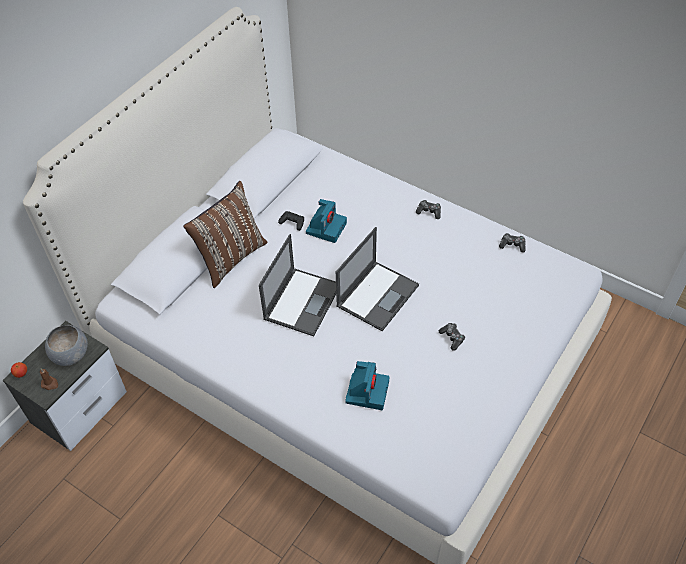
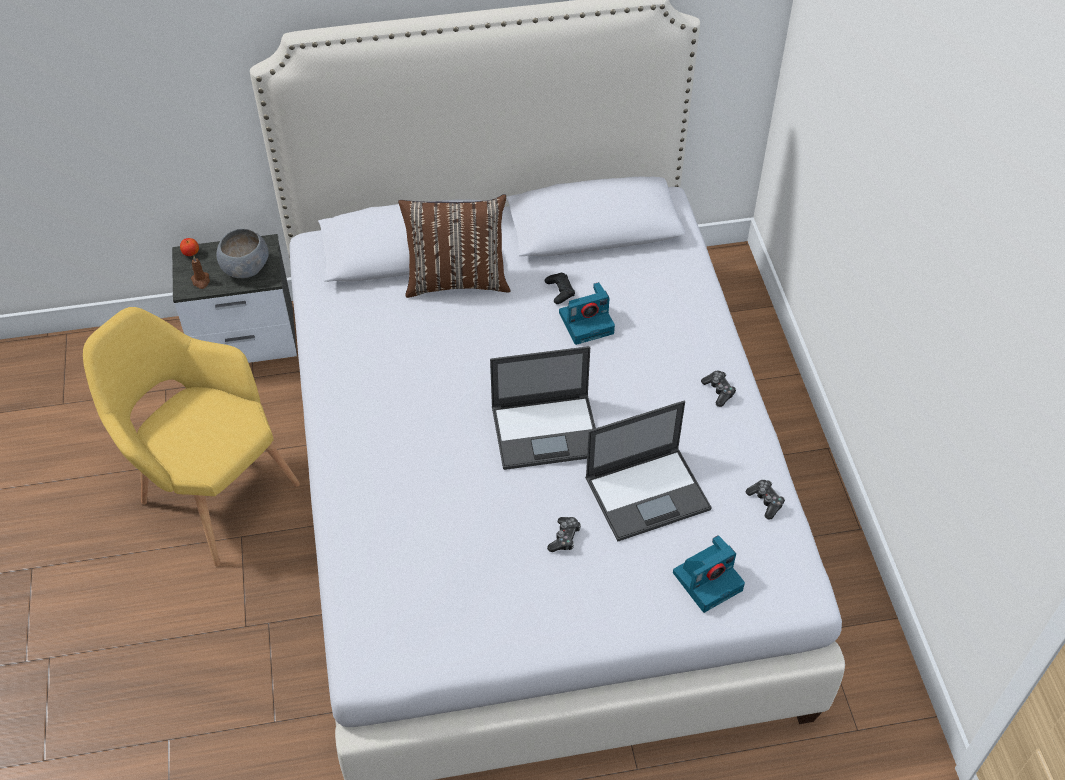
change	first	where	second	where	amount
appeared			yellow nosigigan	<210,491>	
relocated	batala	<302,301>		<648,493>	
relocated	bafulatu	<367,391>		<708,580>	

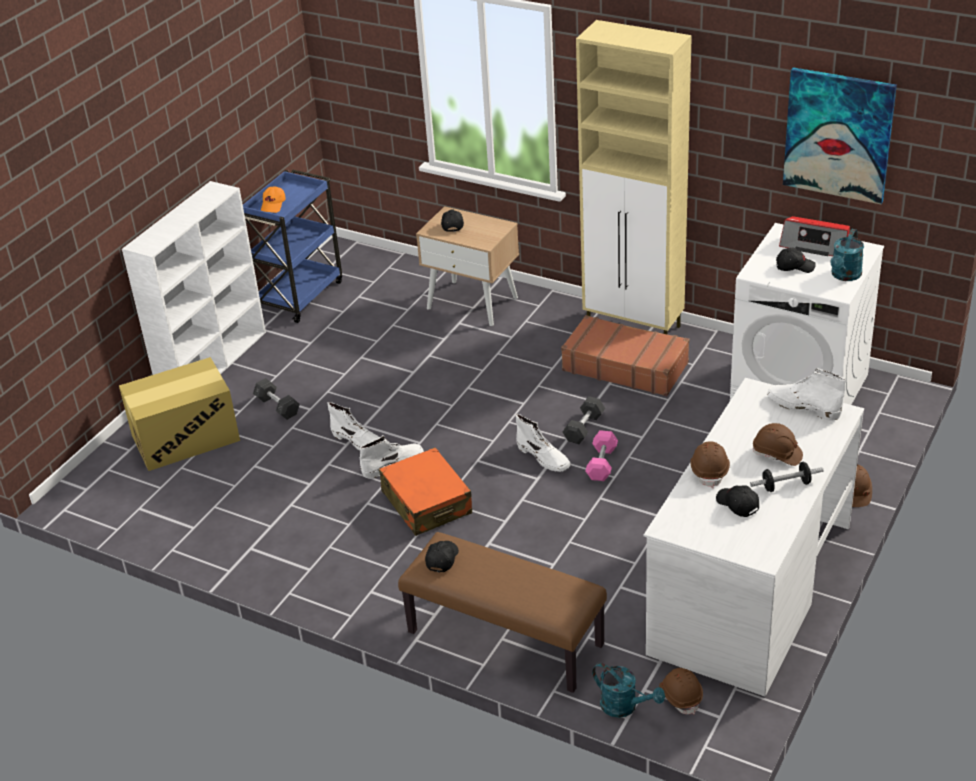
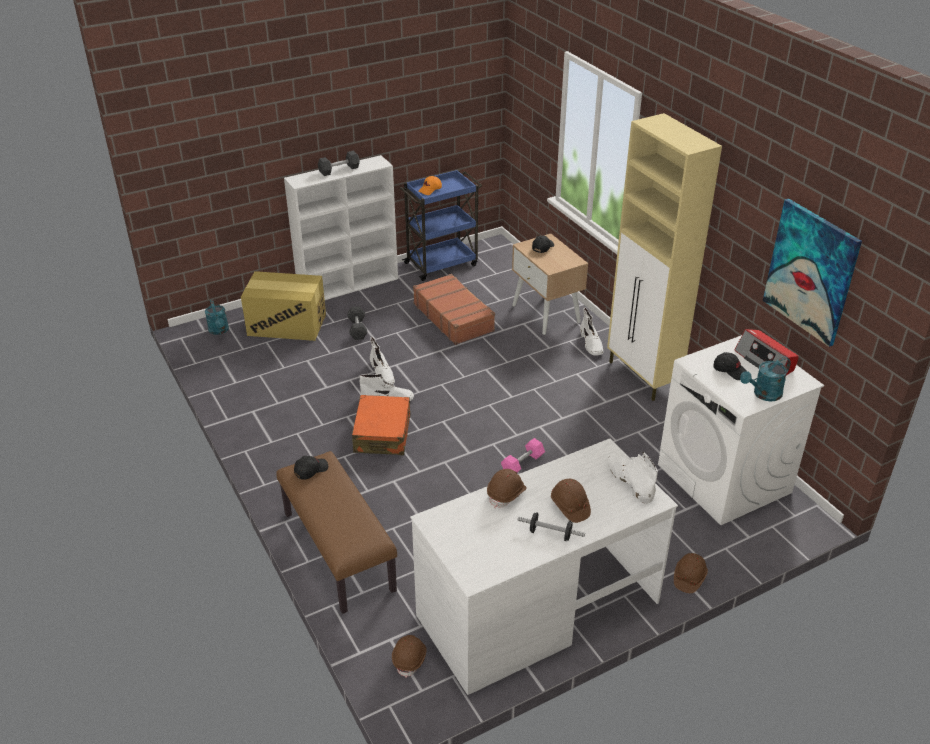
change	first	where	second	where	amount
missing	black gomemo	<737,504>			
relocated	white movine	<543,457>		<591,344>	
relocated	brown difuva	<625,366>		<453,317>	
relocated	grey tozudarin	<584,428>		<339,170>	
relocated	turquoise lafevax	<624,707>		<219,331>	

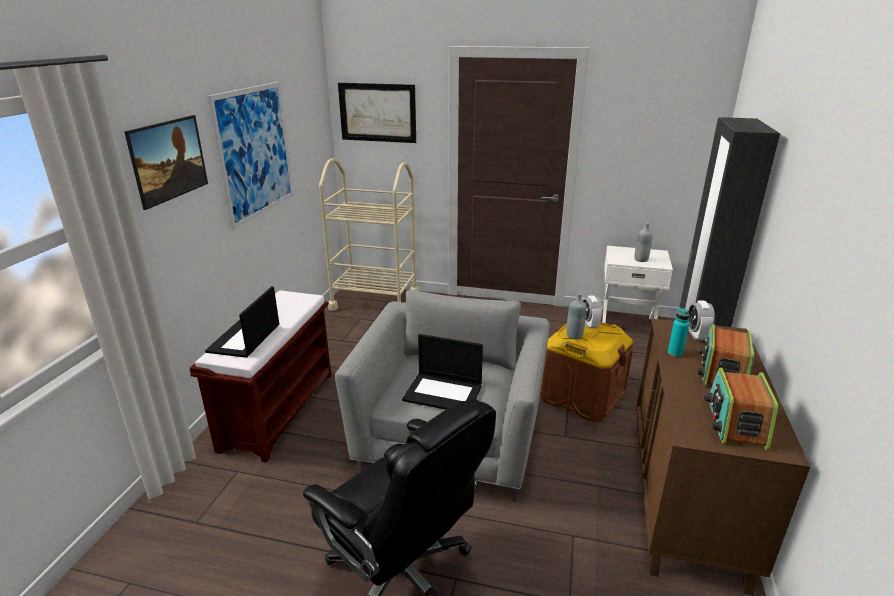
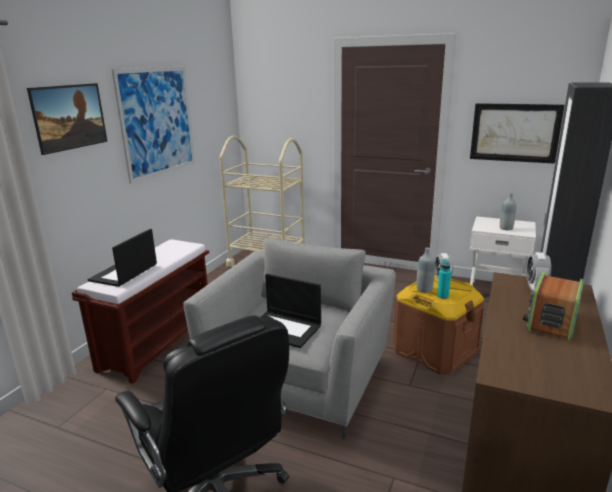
change	first	where	second	where	amount
missing	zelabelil	<735,423>			
relocated	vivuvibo	<378,112>		<514,132>	
relocated	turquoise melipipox	<675,353>		<442,296>	

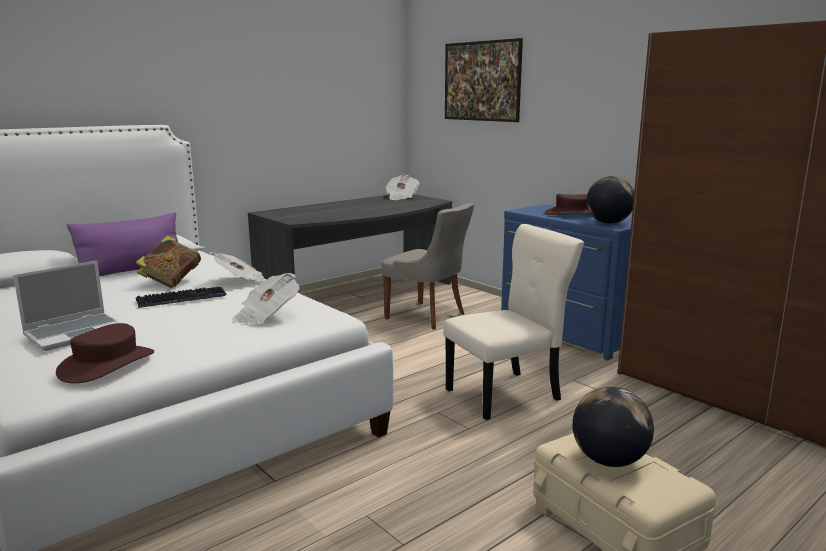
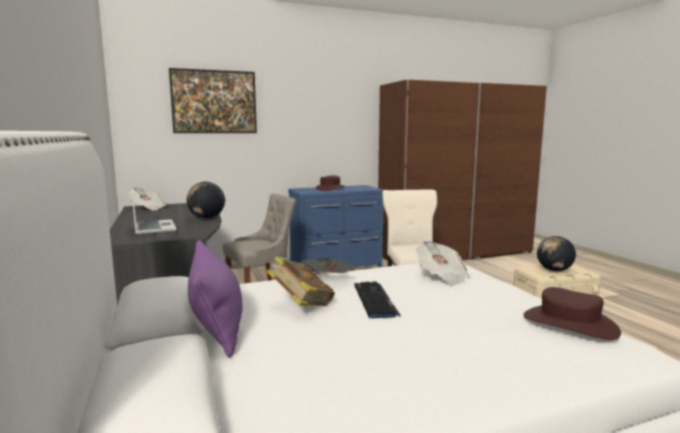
change	first	where	second	where	amount
relocated	batala	<76,333>		<153,228>	
relocated	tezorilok	<608,223>		<207,218>	

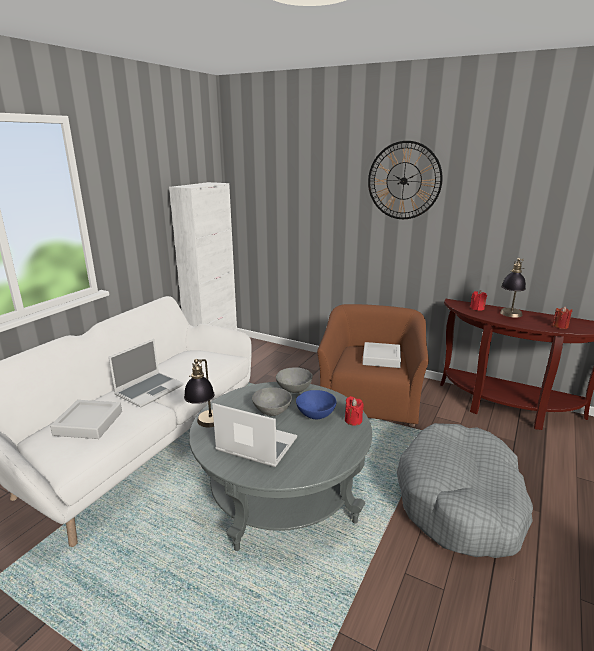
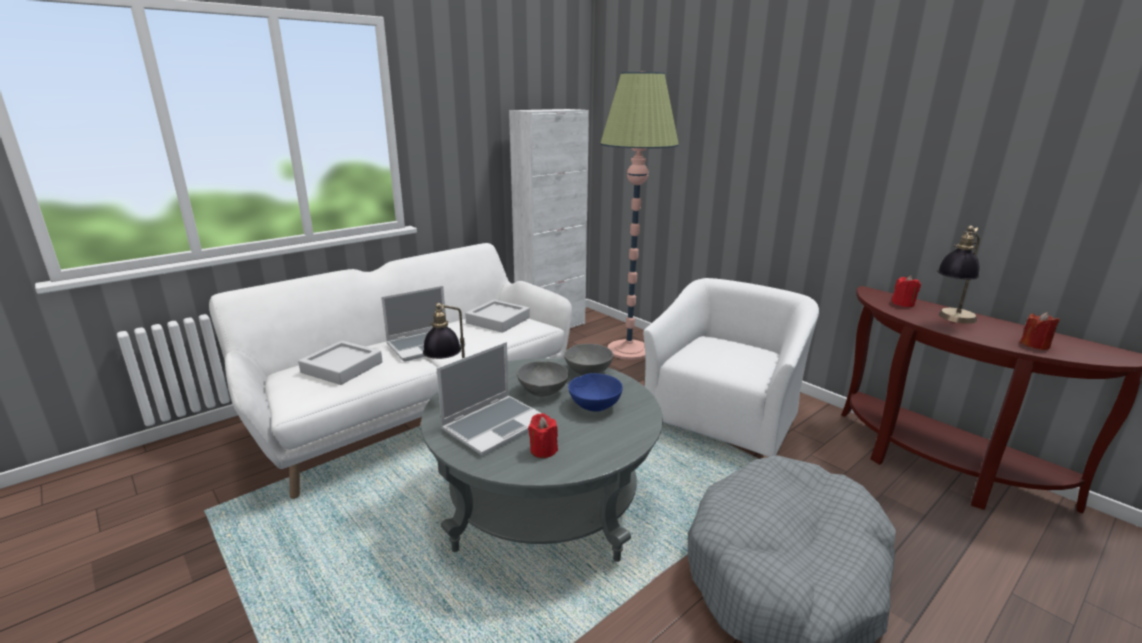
change	first	where	second	where	amount
missing	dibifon	<404,181>			
appeared			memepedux	<629,350>	
relocated	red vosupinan	<353,420>		<543,450>	
relocated	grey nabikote	<381,358>		<498,320>	
colour	brown nosigigan	<370,400>	white nosigigan	<723,416>	
spun	batala	<255,445>		<495,425>	90 degrees clockwise

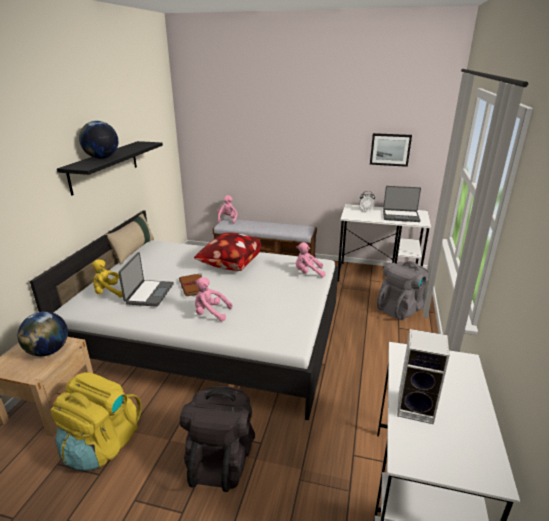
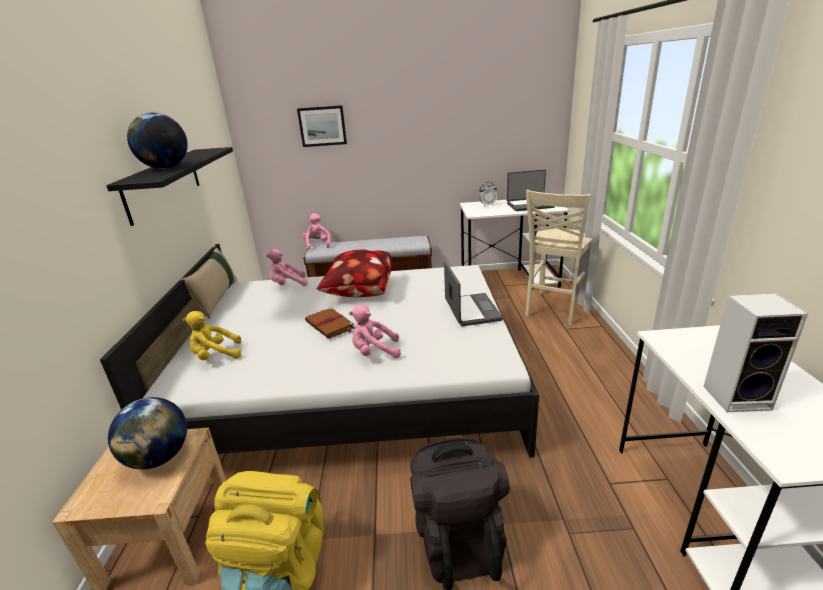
change	first	where	second	where	amount
relocated	batala	<149,293>		<471,310>	
relocated	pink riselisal	<308,273>		<288,285>	
relocated	vivuvibo	<390,149>		<322,126>	
exchanged	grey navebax	<400,308>	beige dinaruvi	<554,308>	

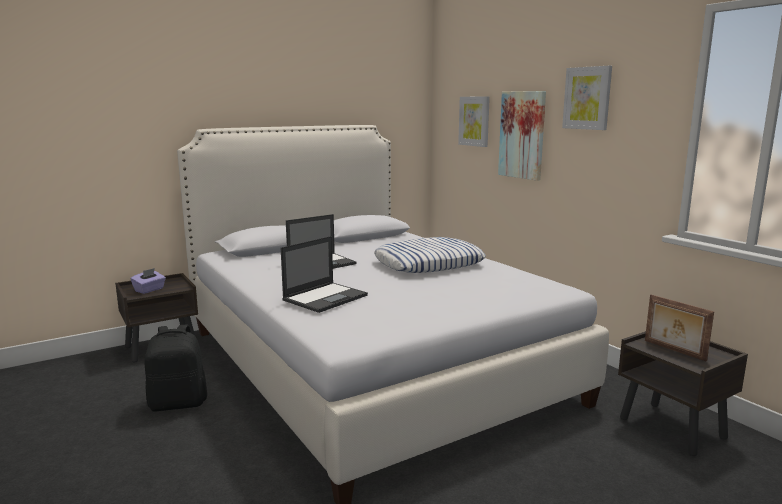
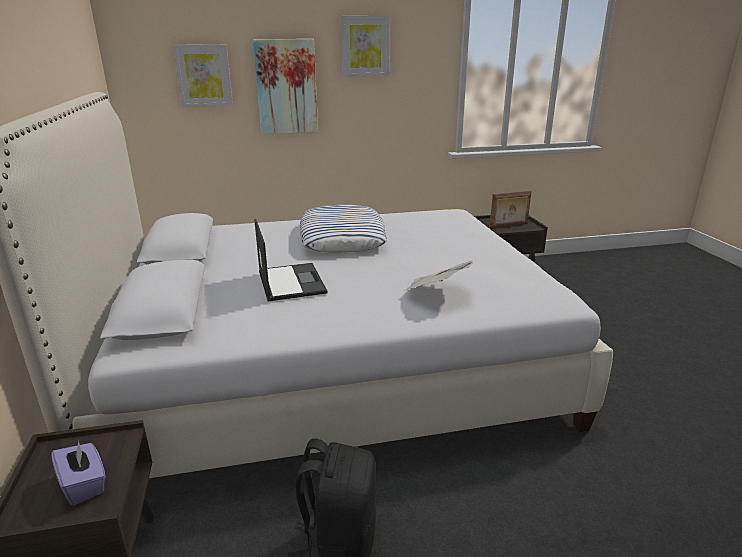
change	first	where	second	where	amount
exchanged	batala	<326,297>	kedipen	<436,292>	

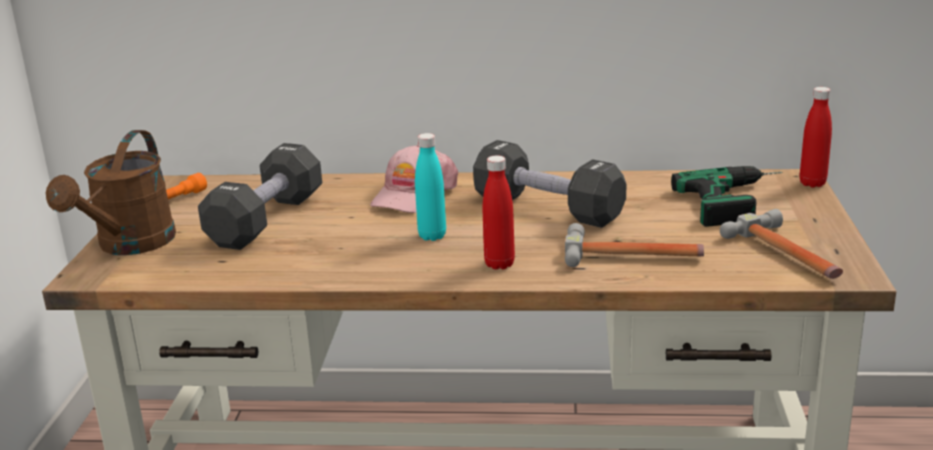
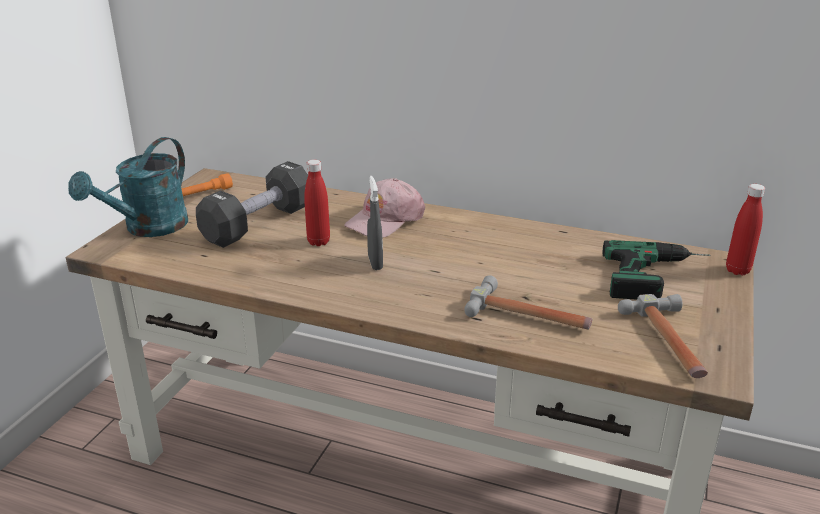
change	first	where	second	where	amount
missing	black tozudarin	<547,209>			
relocated	red melipipox	<499,264>		<318,242>	
exchanged	turquoise melipipox	<432,236>	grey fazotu	<375,263>	
colour	brown lafevax	<130,246>	turquoise lafevax	<148,228>	

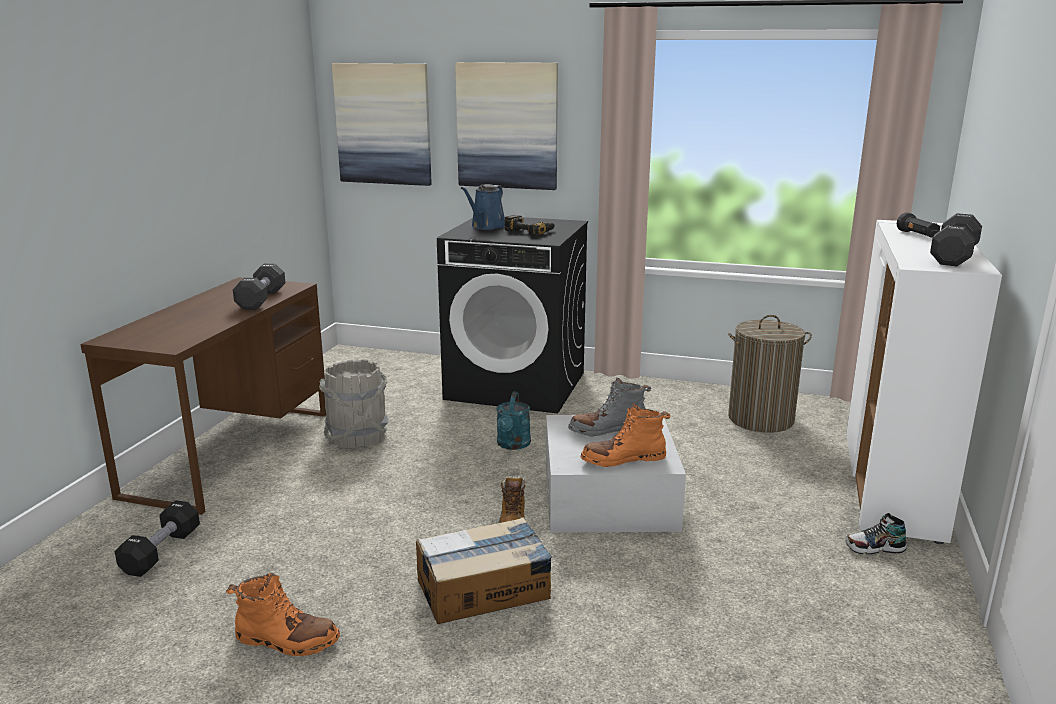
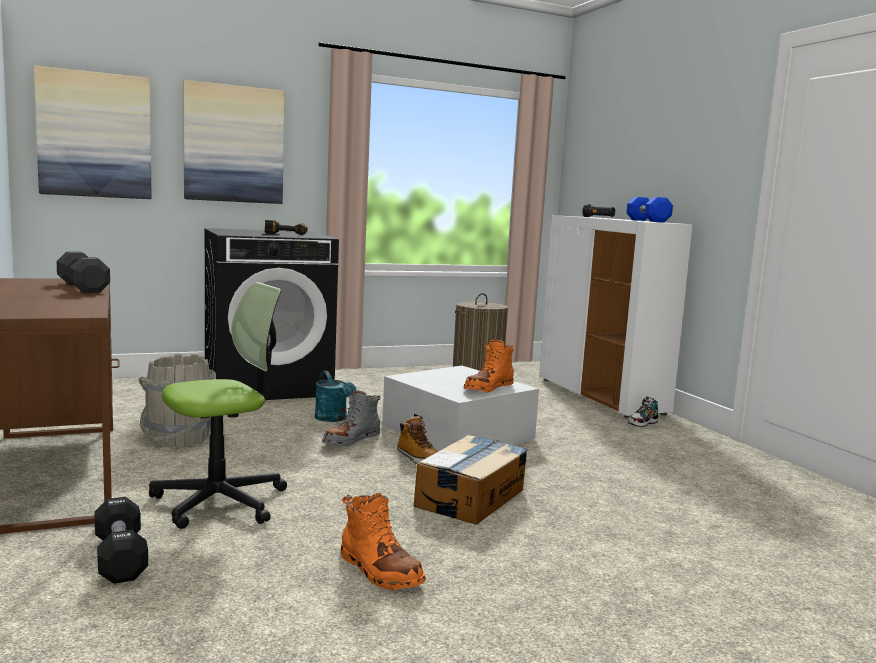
change	first	where	second	where	amount
missing	blue lafevax	<486,227>			
appeared			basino	<220,501>	
relocated	grey movine	<608,430>		<351,440>	
colour	black tozudarin	<953,256>	blue tozudarin	<647,221>	
spun	orange movine	<287,640>		<379,571>	75 degrees clockwise

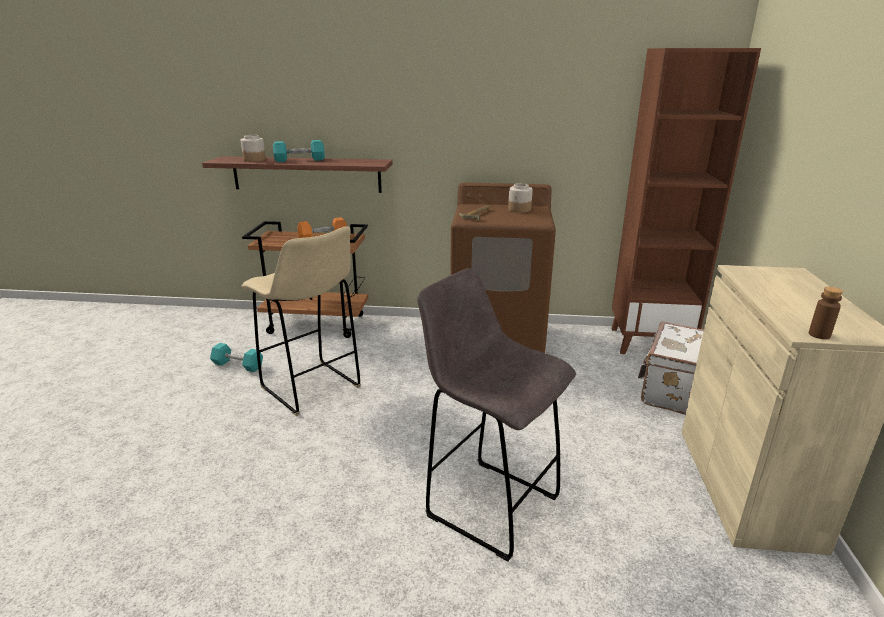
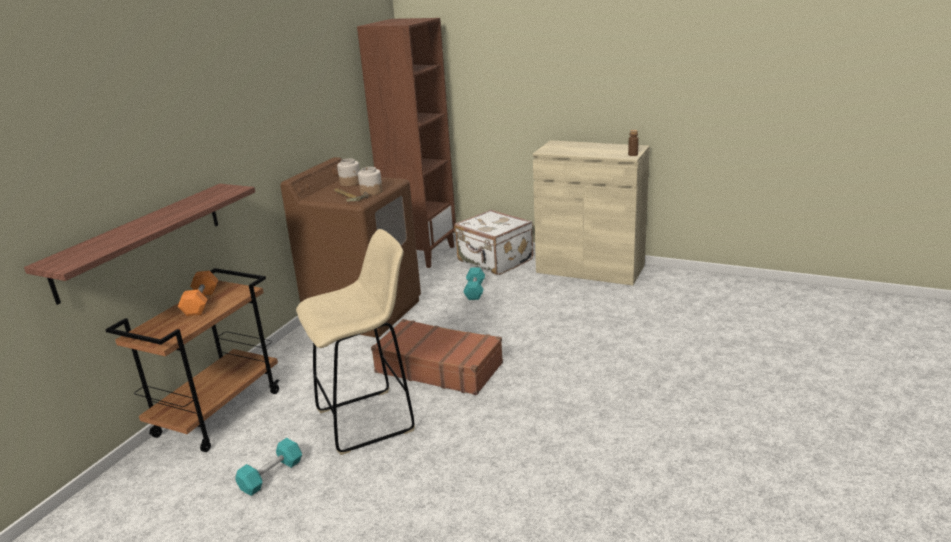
change	first	where	second	where	amount
missing	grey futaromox	<489,504>			
appeared			brown difuva	<439,367>	
relocated	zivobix	<254,159>		<371,192>	
relocated	turquoise tozudarin	<299,160>		<475,290>	

